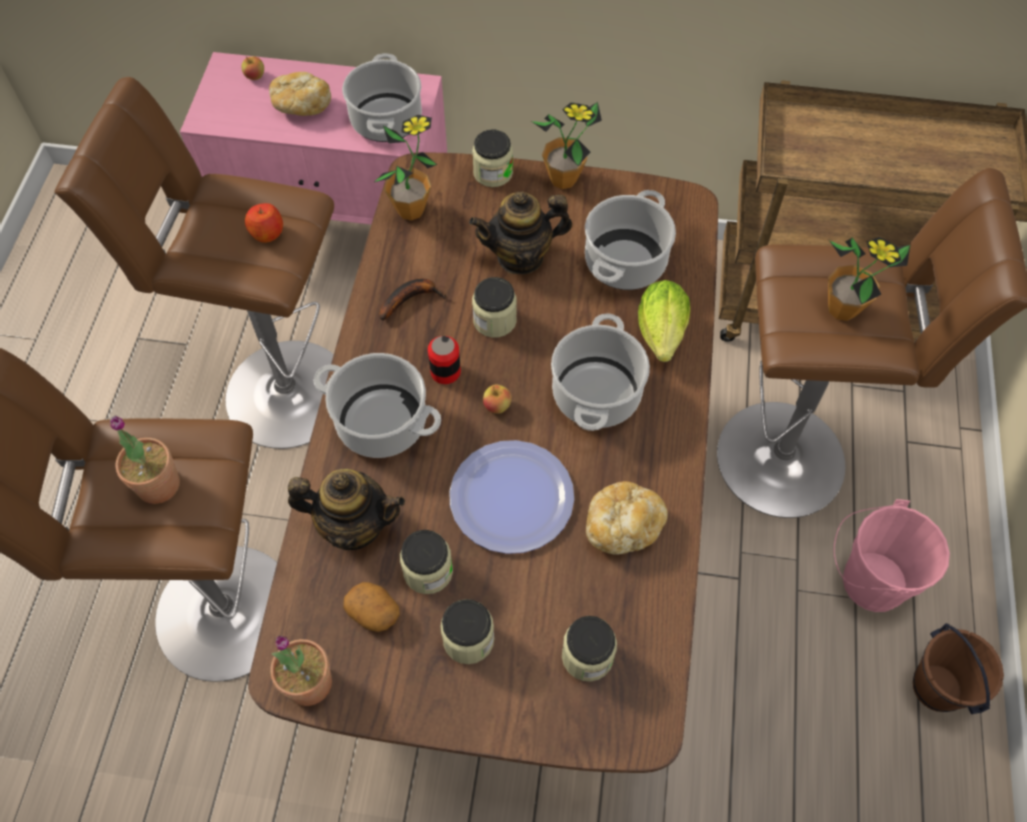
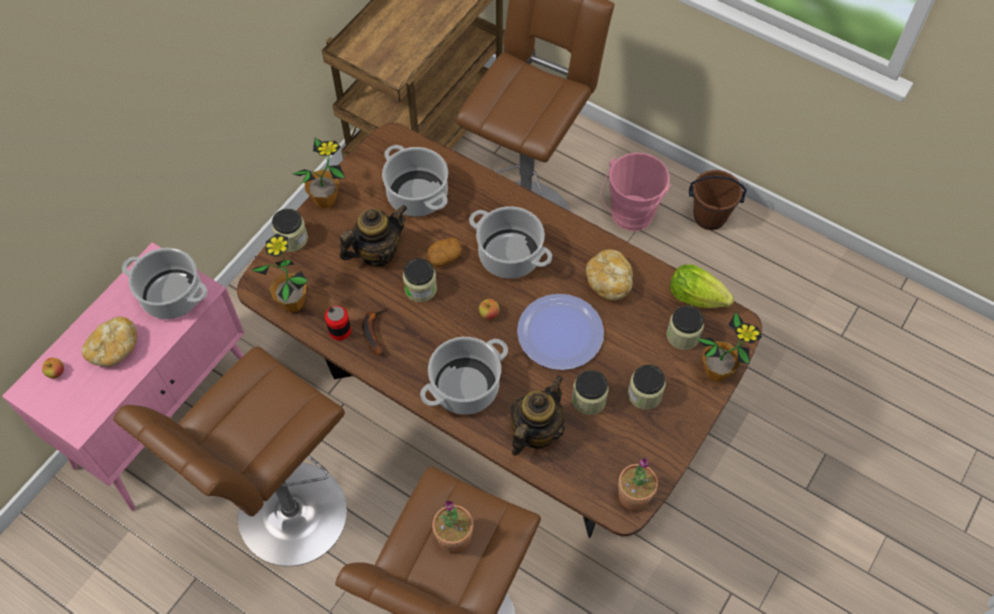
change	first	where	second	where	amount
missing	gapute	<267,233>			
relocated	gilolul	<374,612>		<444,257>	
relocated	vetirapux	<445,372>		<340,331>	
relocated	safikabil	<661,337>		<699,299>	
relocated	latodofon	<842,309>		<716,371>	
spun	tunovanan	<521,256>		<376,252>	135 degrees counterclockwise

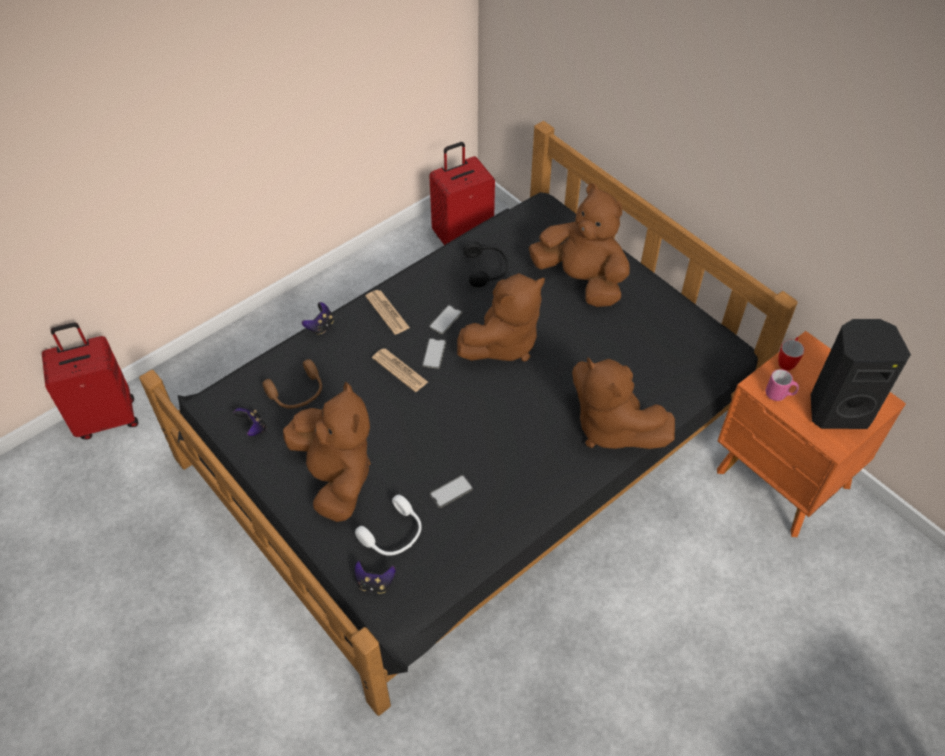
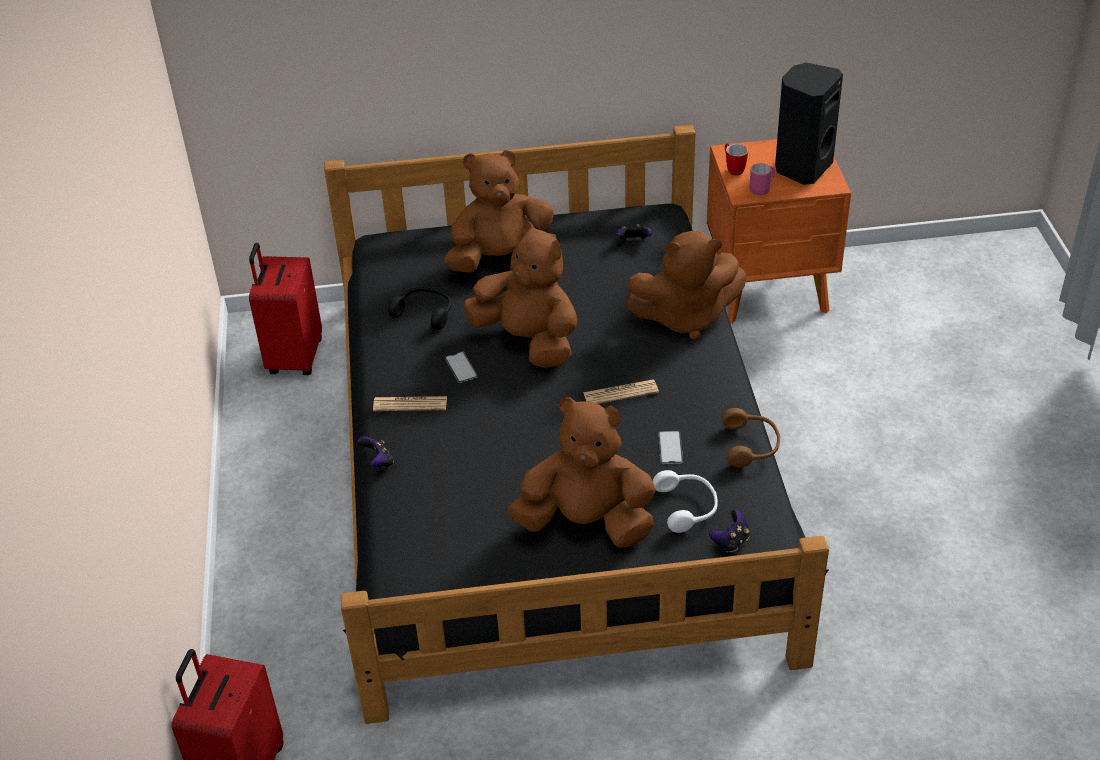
change	first	where	second	where	amount
missing	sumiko	<434,353>			
relocated	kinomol	<253,428>		<633,242>	
relocated	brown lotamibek	<297,393>		<751,445>	
relocated	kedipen	<400,370>		<620,393>	
spun	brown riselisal	<503,343>		<528,340>	45 degrees counterclockwise

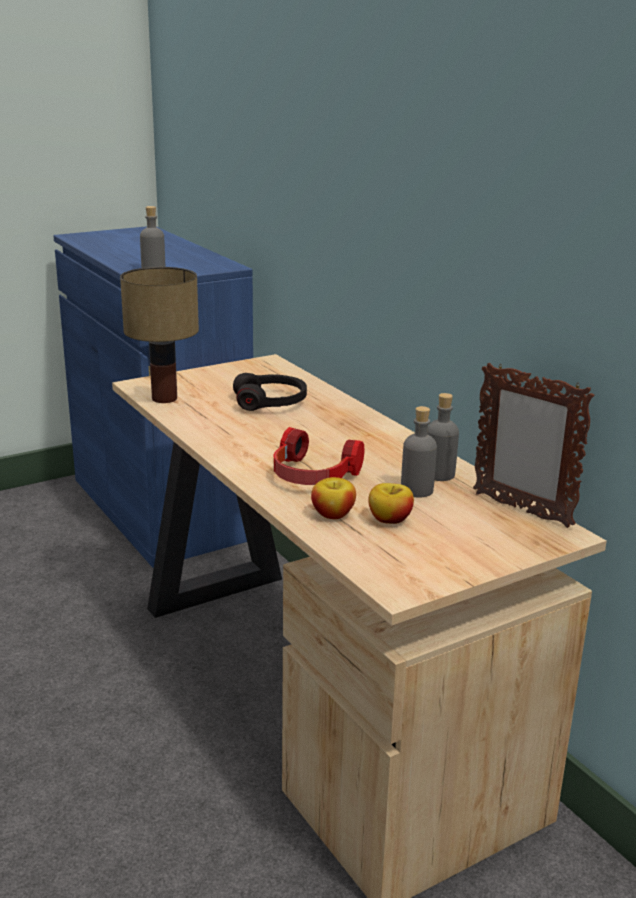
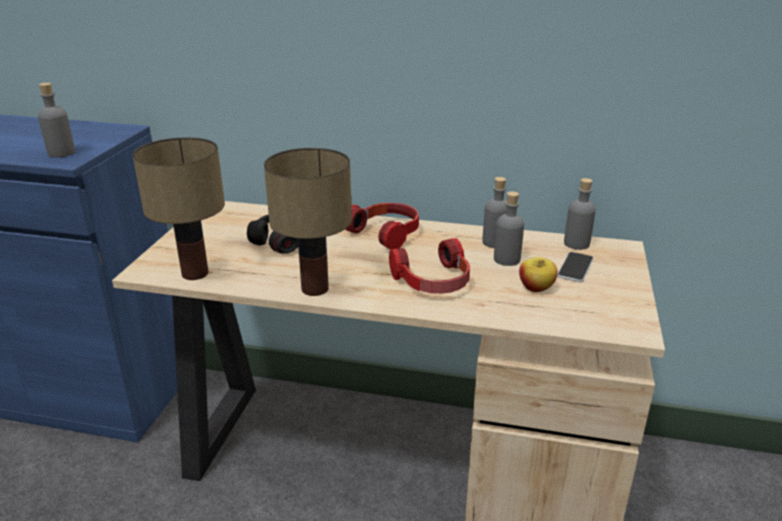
change	first	where	second	where	amount
missing	gapute	<333,514>			
appeared			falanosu	<313,289>	
appeared			lotamibek	<387,233>	
appeared			sumiko	<575,268>	
exchanged	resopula	<521,510>	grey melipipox	<576,243>	

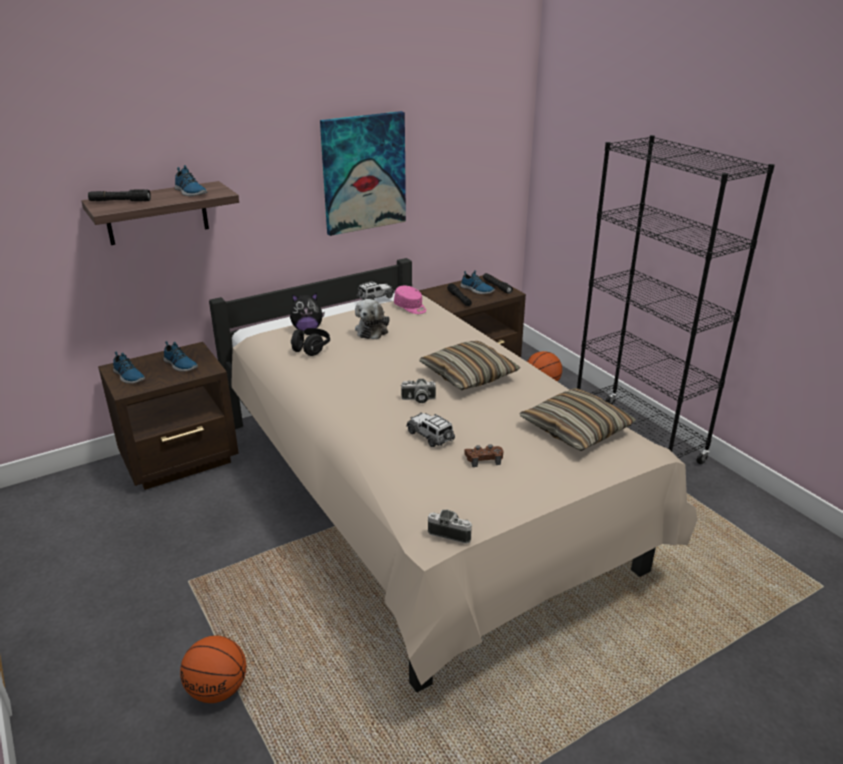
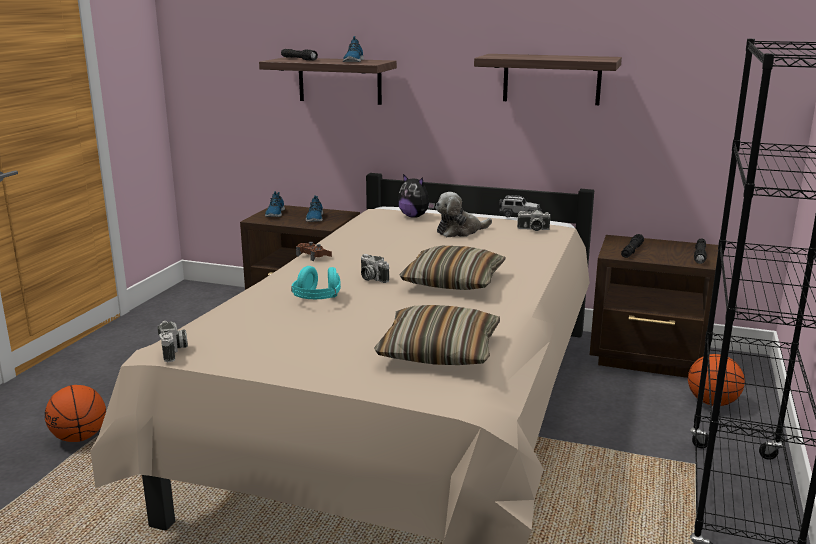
change	first	where	second	where	amount
missing	black lotamibek	<311,349>			
missing	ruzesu	<476,290>			
relocated	brown kinomol	<484,459>		<313,256>	
exchanged	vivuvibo	<363,173>	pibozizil	<551,79>	
exchanged	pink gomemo	<410,307>	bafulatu	<533,229>	
exchanged	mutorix	<431,436>	turquoise lotamibek	<317,300>	

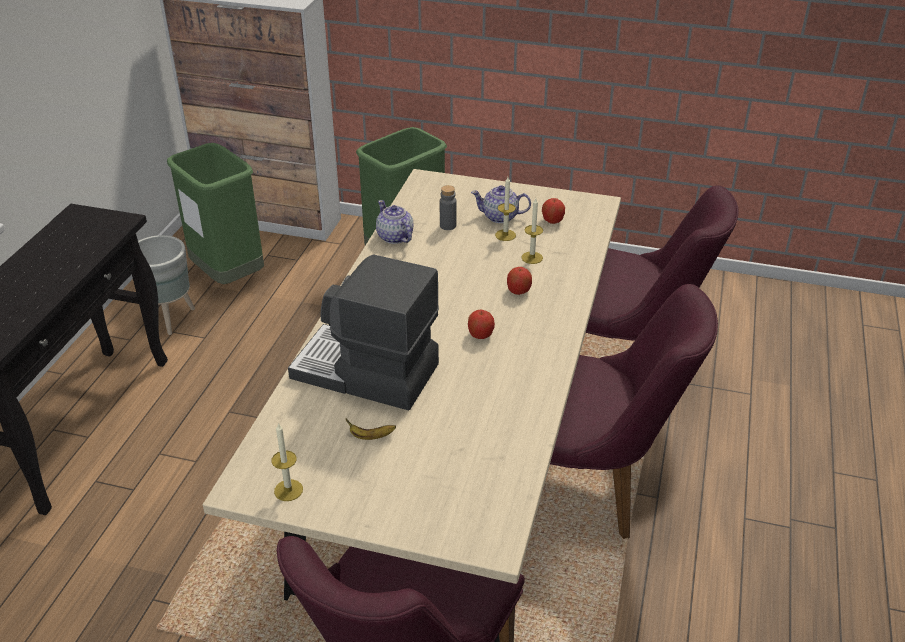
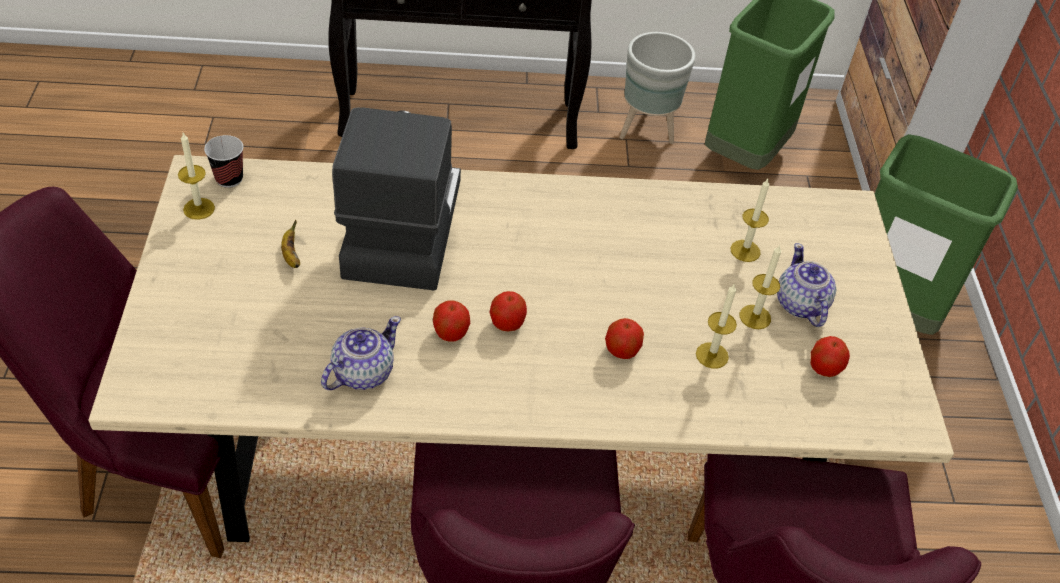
change	first	where	second	where	amount
appeared			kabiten	<229,179>	
appeared			gapute	<451,333>	
relocated	tunovanan	<395,237>		<362,373>	
exchanged	grey melipipox	<448,226>	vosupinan	<745,251>	

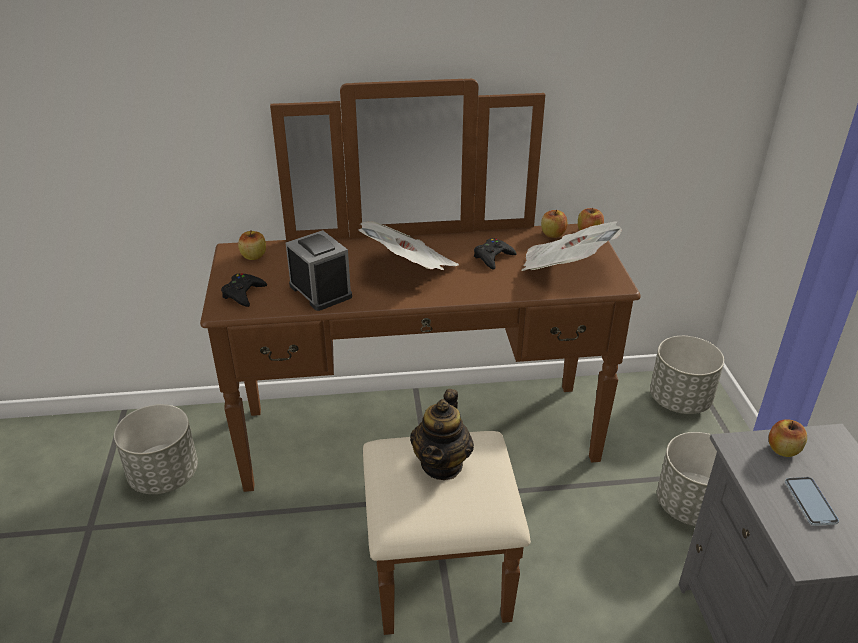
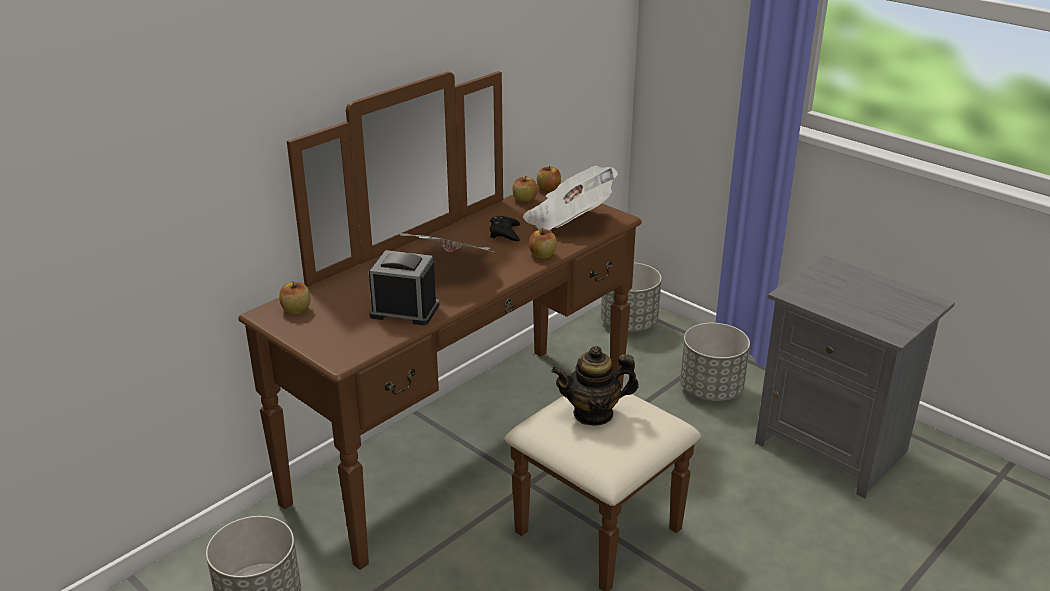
change	first	where	second	where	amount
missing	black kinomol	<243,293>			
missing	sumiko	<810,502>			
relocated	gapute	<783,450>		<542,255>	
spun	tunovanan	<442,464>		<593,413>	105 degrees clockwise

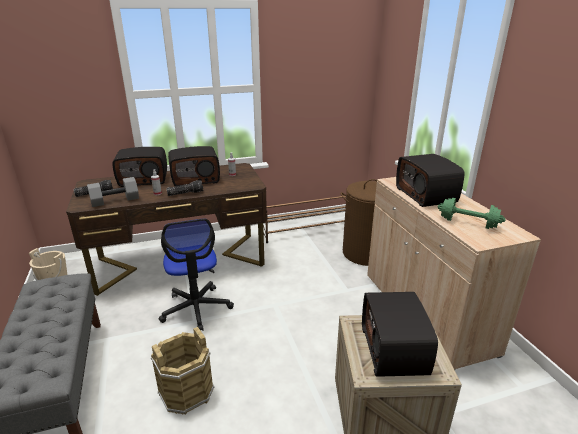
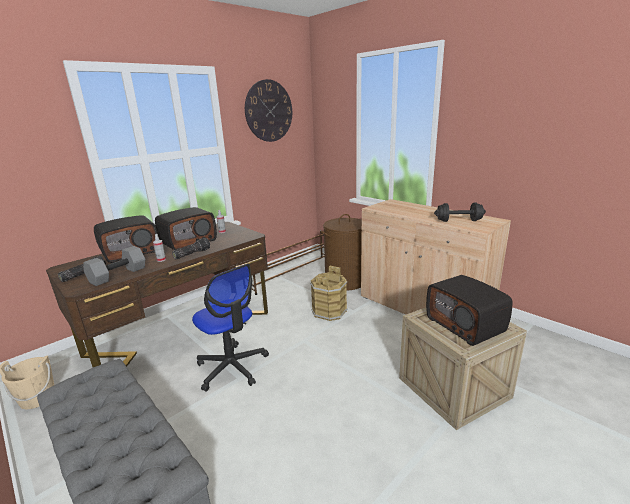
change	first	where	second	where	amount
missing	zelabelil	<426,195>			
appeared			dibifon	<269,111>	
relocated	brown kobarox	<186,392>		<329,311>	
colour	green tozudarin	<468,223>	black tozudarin	<458,221>	

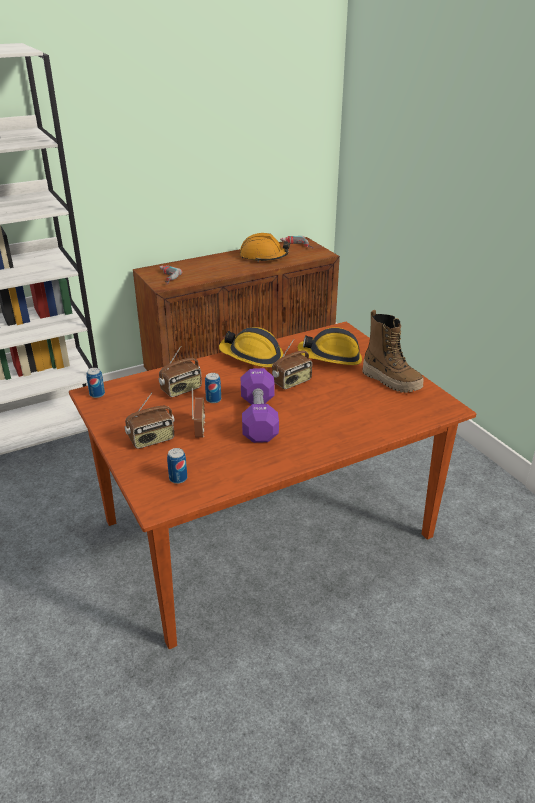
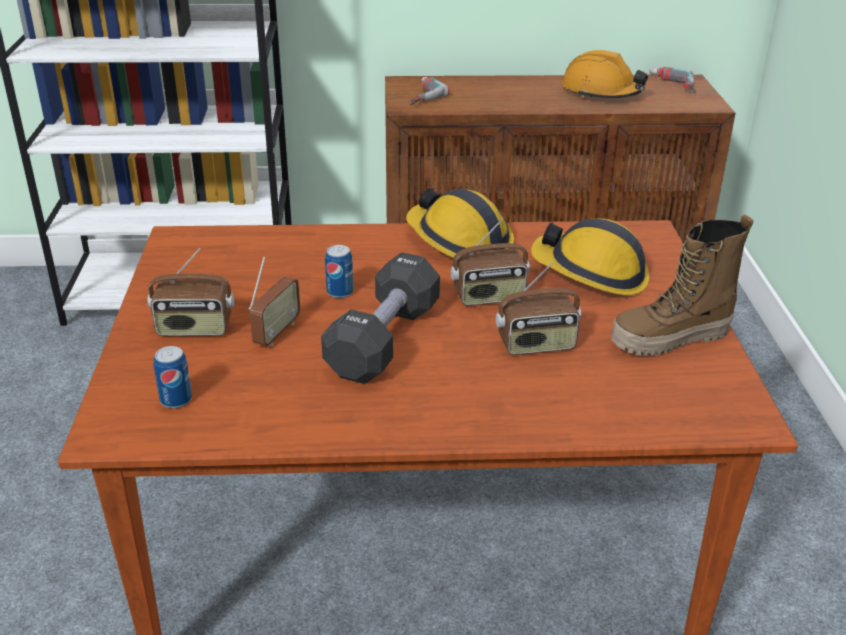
change	first	where	second	where	amount
missing	vetirapux	<97,394>			
relocated	zelabelil	<181,390>		<536,345>	
colour	purple tozudarin	<258,418>	black tozudarin	<384,340>	
spun	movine	<391,381>		<670,339>	90 degrees clockwise

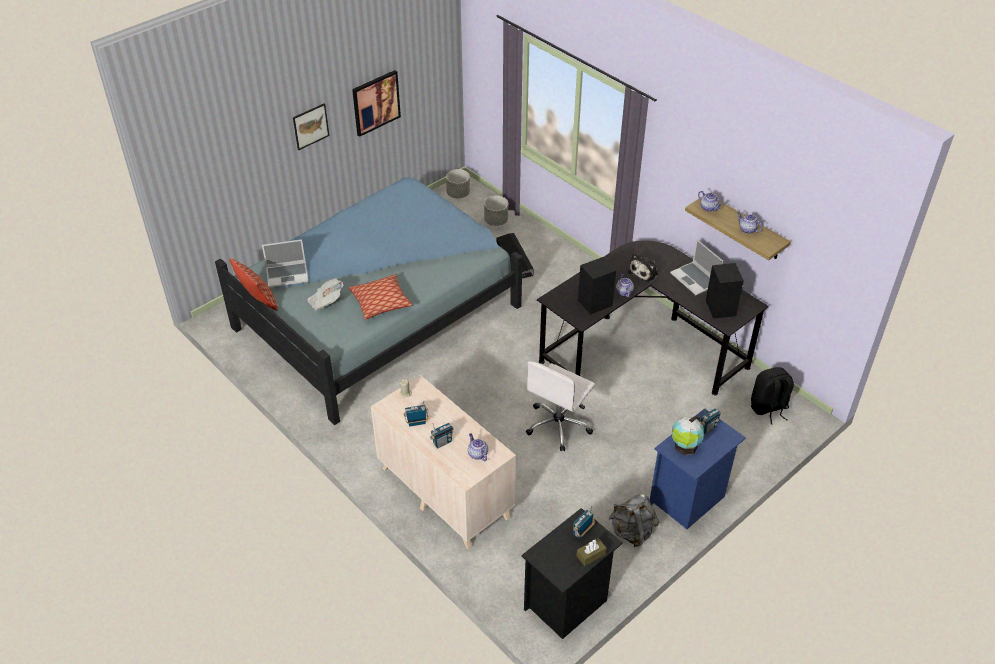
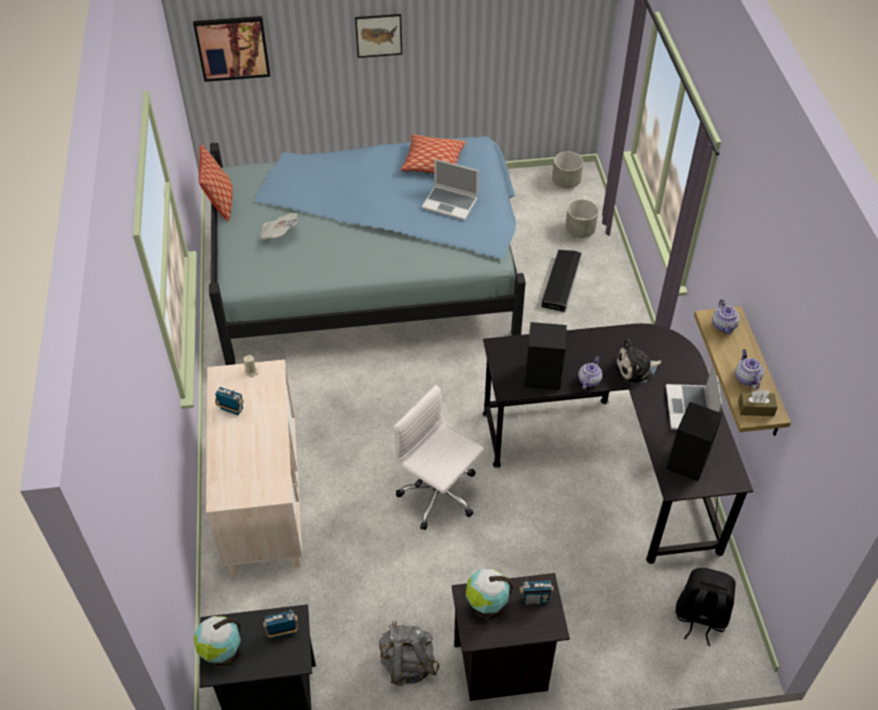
change	first	where	second	where	amount
missing	zelabelil	<442,442>			
missing	tunovanan	<477,454>			
appeared			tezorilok	<222,653>	
relocated	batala	<288,275>		<450,203>	
relocated	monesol	<381,302>		<433,162>	
relocated	vivuvibo	<375,102>		<232,48>	
relocated	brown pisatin	<591,555>		<756,408>	
colour	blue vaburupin	<688,500>	black vaburupin	<503,668>	
spun	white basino	<558,425>		<439,495>	60 degrees clockwise

